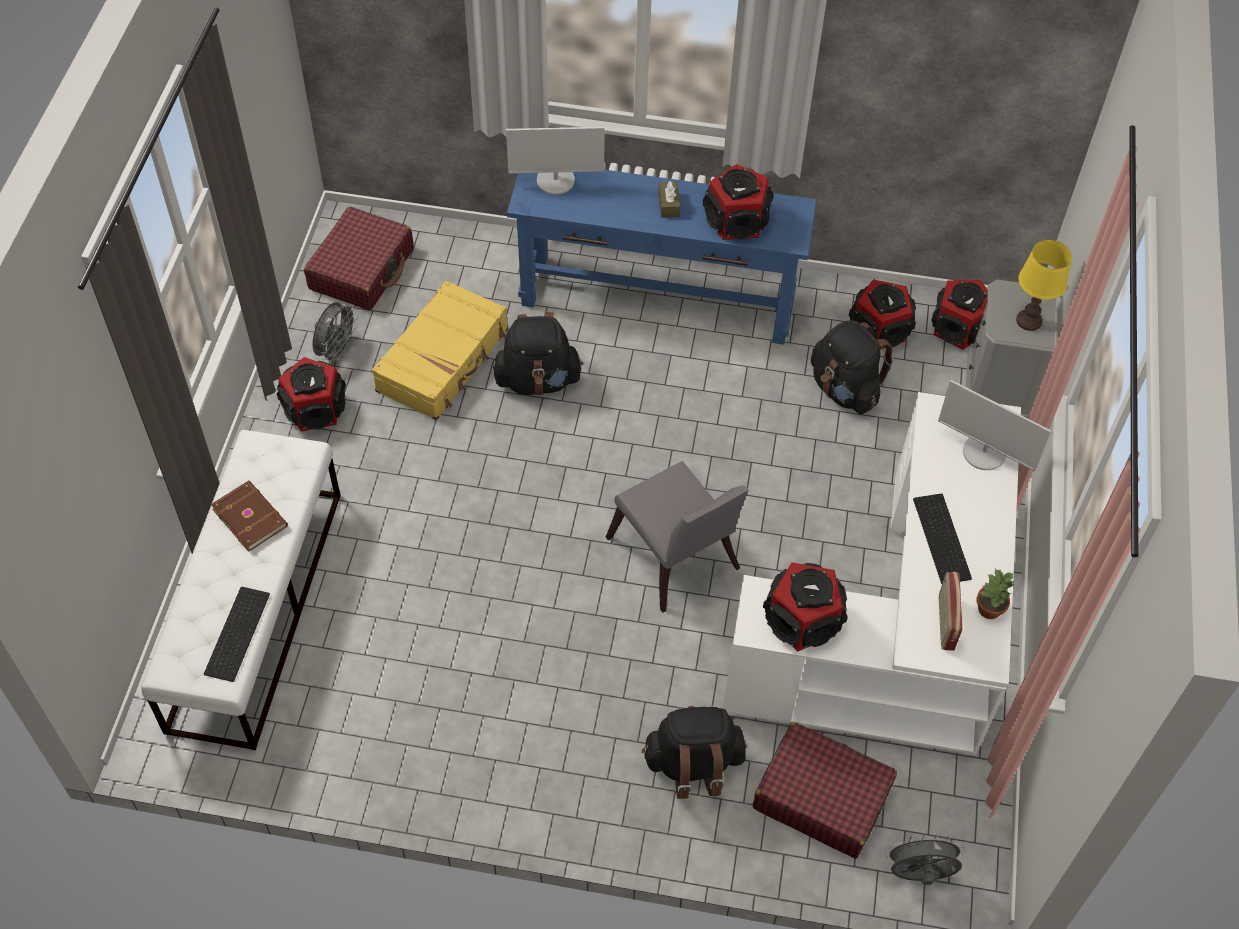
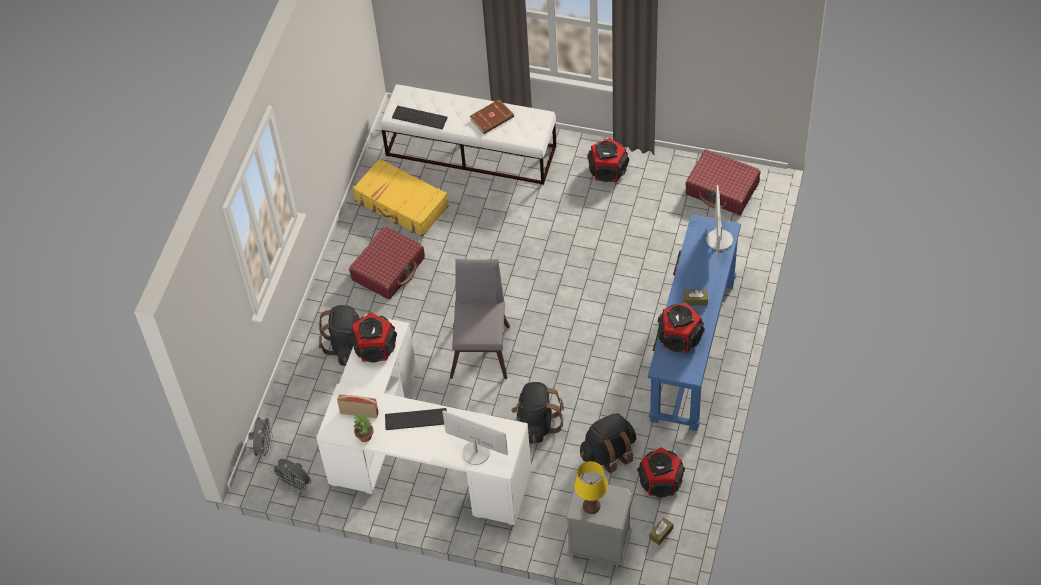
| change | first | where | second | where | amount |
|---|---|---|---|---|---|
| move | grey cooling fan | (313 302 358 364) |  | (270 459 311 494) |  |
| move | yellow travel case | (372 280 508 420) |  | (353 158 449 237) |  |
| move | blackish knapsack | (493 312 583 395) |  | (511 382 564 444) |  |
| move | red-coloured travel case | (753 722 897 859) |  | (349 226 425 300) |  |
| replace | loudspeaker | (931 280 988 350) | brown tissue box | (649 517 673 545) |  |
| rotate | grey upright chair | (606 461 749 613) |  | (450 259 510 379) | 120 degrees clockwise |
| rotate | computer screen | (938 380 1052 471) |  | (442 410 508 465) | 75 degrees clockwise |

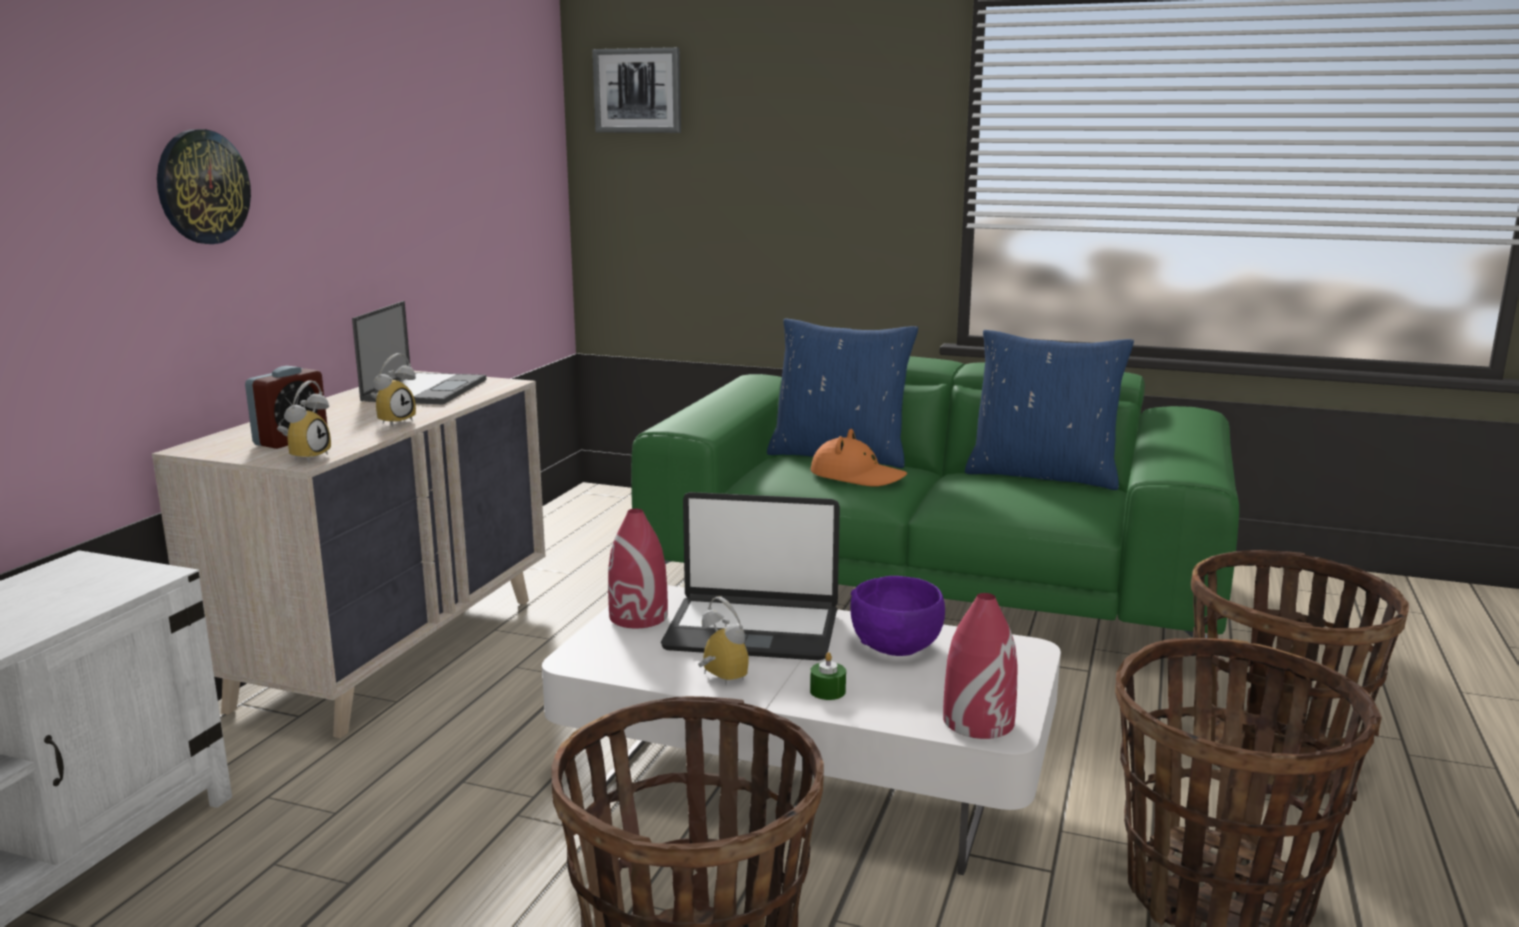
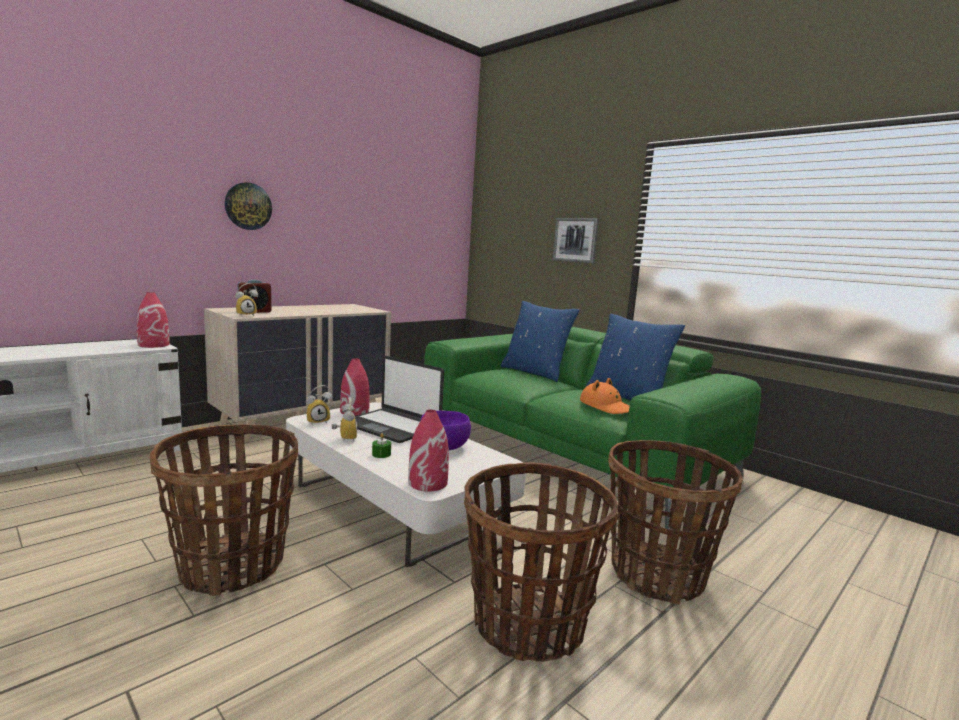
| change | first | where | second | where | amount |
|---|---|---|---|---|---|
| delete | portable computer | (352 301 486 405) |  |  |  |
| insert |  |  | red-coloured decorative vase | (137 292 170 348) |  |
| move | bedside clock | (370 353 416 427) |  | (306 385 333 424) |  |
| move | wall picture | (592 47 681 133) |  | (552 218 599 263) |  |
| move | orange clothing hat | (811 429 907 486) |  | (580 378 630 414) |  |

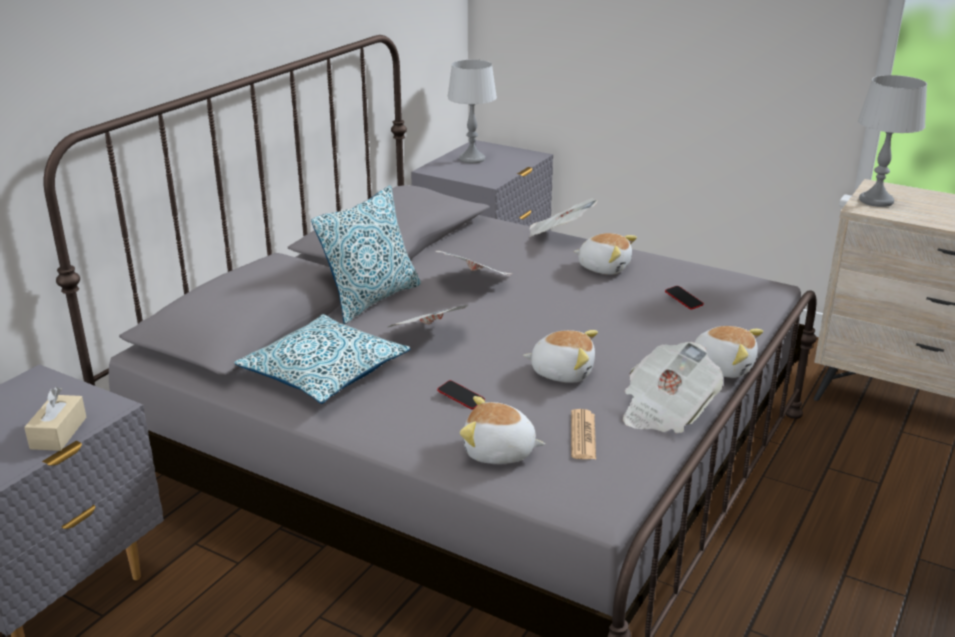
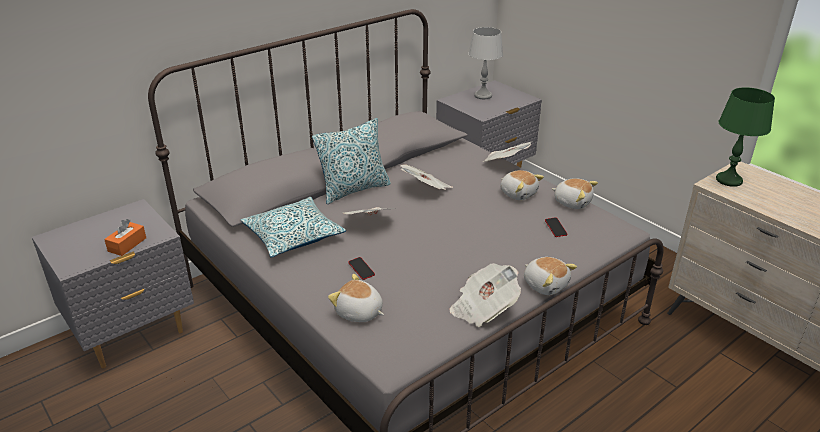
| change | first | where | second | where | amount |
|---|---|---|---|---|---|
| delete | newspaper | (571 409 596 459) |  |  |  |
| move | plush toy | (523 330 598 383) |  | (552 178 598 209) |  |
| recolor | beige tissue box | (24 387 86 451) | orange tissue box | (104 219 146 256) |  |
| recolor | grey lamp for a table | (858 75 927 207) | green-coloured lamp for a table | (716 87 775 187) |  |

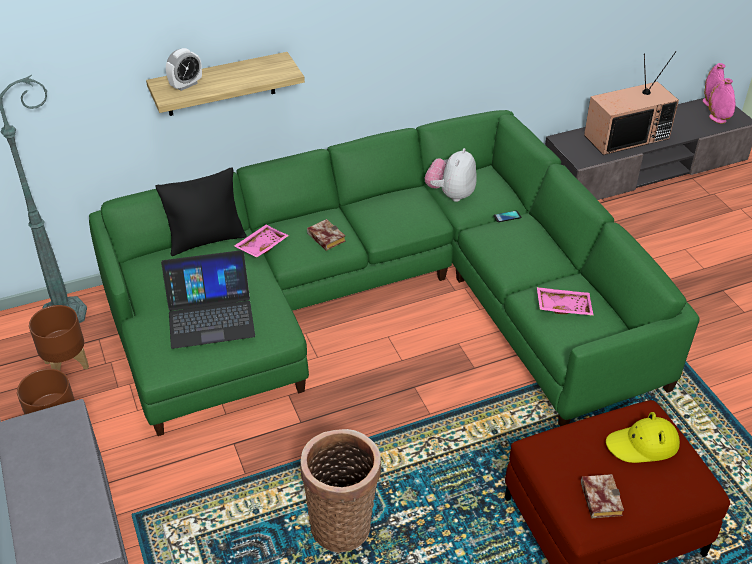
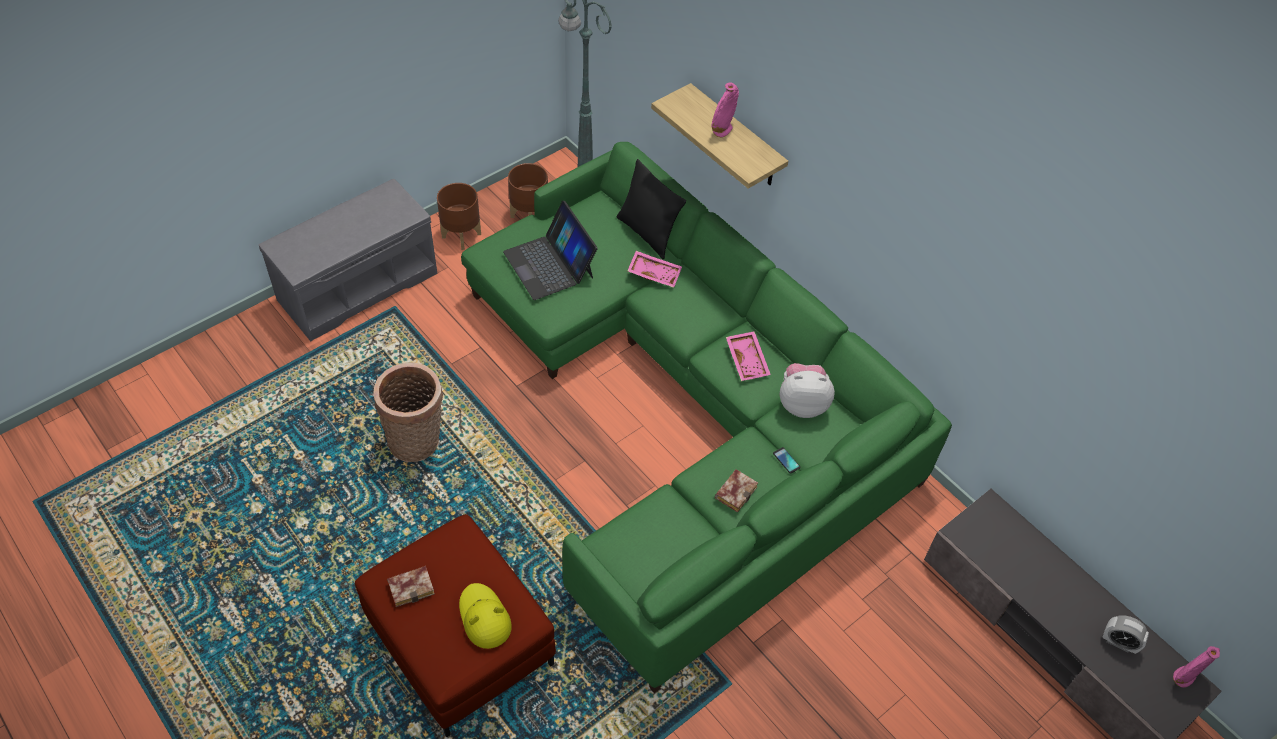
| change | first | where | second | where | amount |
|---|---|---|---|---|---|
| delete | TV set | (584 51 679 155) |  |  |  |
| move | bedside clock | (166 48 202 91) |  | (1102 615 1149 654) |  |
| move | volume | (307 219 346 251) |  | (715 469 758 513) |  |
| move | pinkish carrying tray | (537 287 594 316) |  | (726 331 771 381) |  |
| move | pinkish decorative vase | (709 78 736 124) |  | (712 83 739 137) |  |

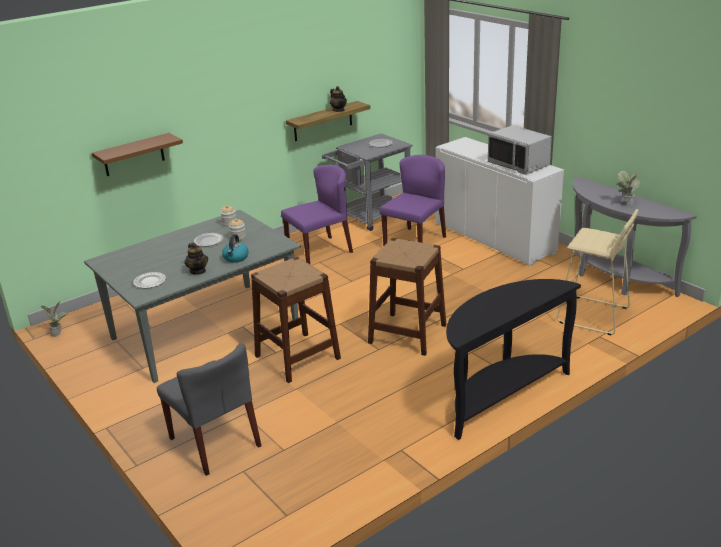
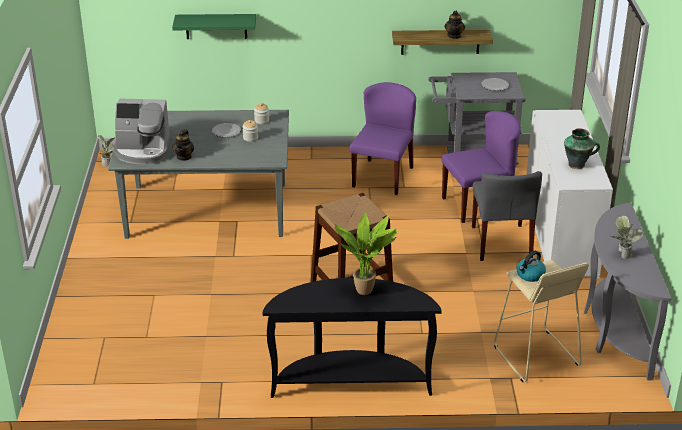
| change | first | where | second | where | amount |
|---|---|---|---|---|---|
| delete | brown stool seat | (251 257 341 383) |  |  |  |
| insert |  |  | houseplant | (334 213 398 295) |  |
| move | grey upright chair | (157 343 262 476) |  | (472 171 542 261) |  |
| move | tea kettle | (222 234 249 263) |  | (516 251 546 282) |  |
| replace | flat dish | (133 272 166 288) | coffee brewer | (113 99 172 164) |  |
| replace | grey microwave | (488 125 552 175) | decorative vase | (564 128 600 169) |  |
| recolor | brown wall shelf | (92 133 183 176) | green-coloured wall shelf | (172 14 256 39) |  |
| rotate | purple upright chair | (281 165 353 264) |  | (350 82 416 195) | 75 degrees counterclockwise |

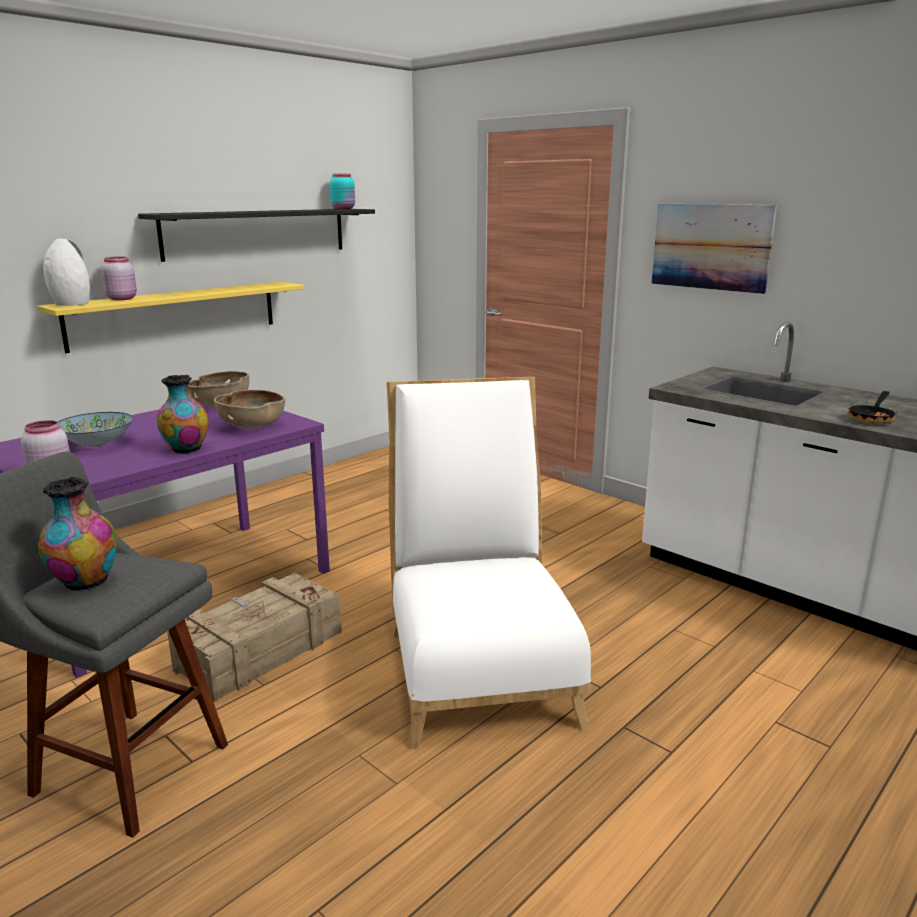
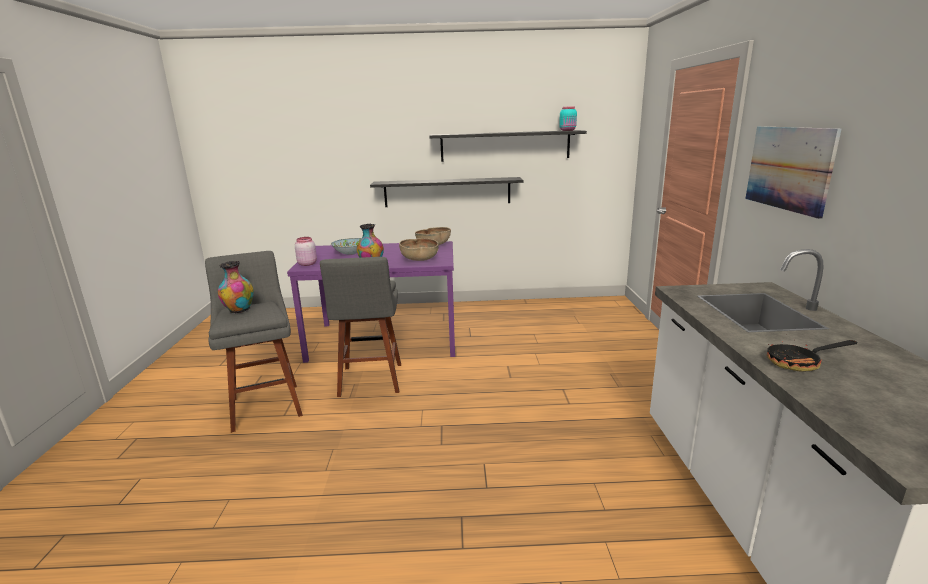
| change | first | where | second | where | amount |
|---|---|---|---|---|---|
| delete | white-coloured decorative vase | (43 238 90 306) |  |  |  |
| delete | pinkish preserve jar | (101 257 137 300) |  |  |  |
| delete | white-coloured upright chair | (387 376 591 749) |  |  |  |
| replace | packing crate | (167 573 342 702) | grey stool seat | (320 257 401 397) |  |
| recolor | yellow wall shelf | (37 282 305 353) | blackish wall shelf | (370 177 523 207) |  |

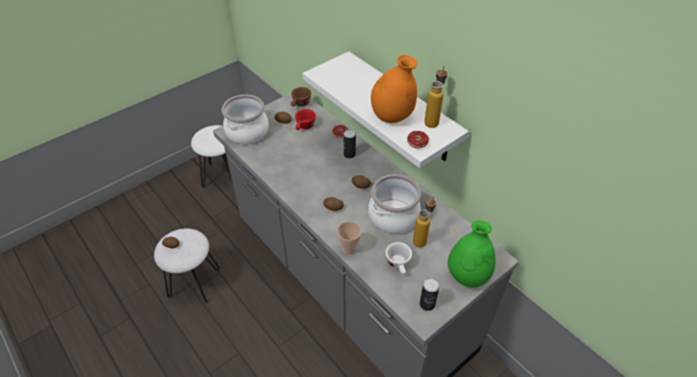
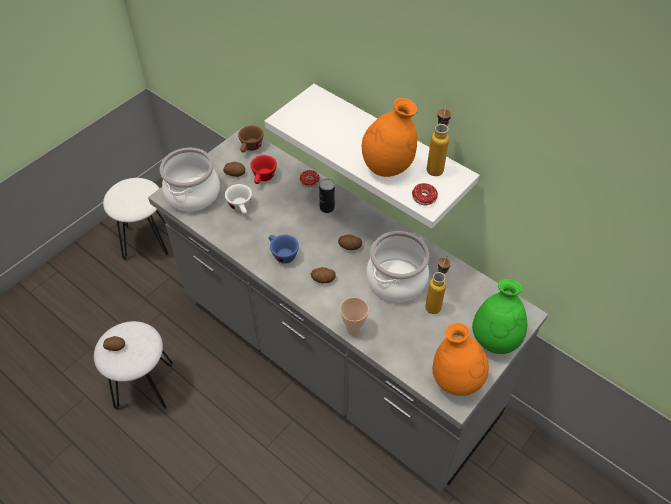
| change | first | where | second | where | amount |
|---|---|---|---|---|---|
| insert |  |  | blue small cup | (268 235 299 263) |  |
| move | white-coloured small cup | (385 242 412 275) |  | (225 184 252 214) |  |
| replace | can | (420 278 440 311) | orange decorative vase | (433 323 489 396) |  |

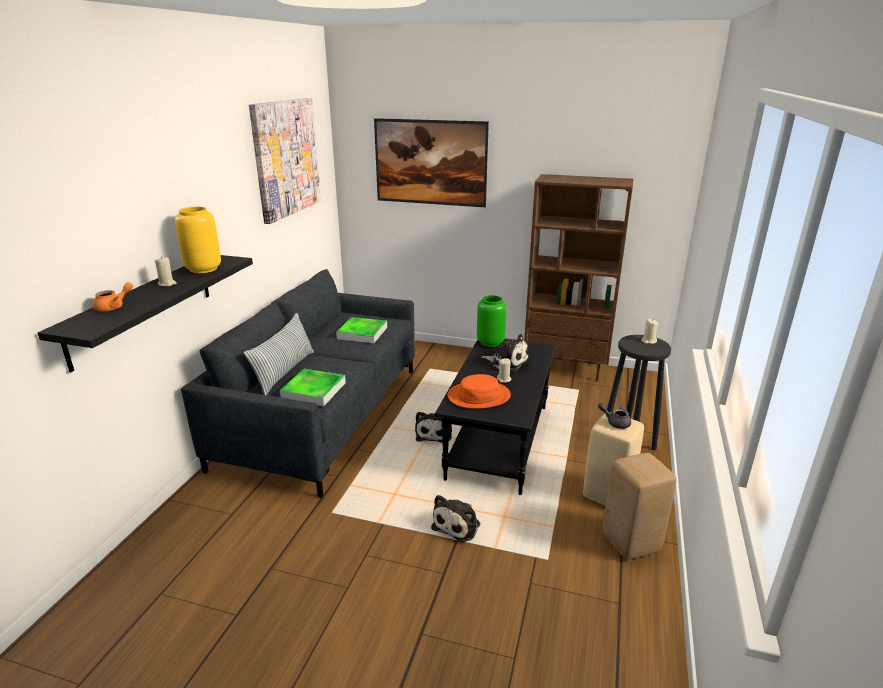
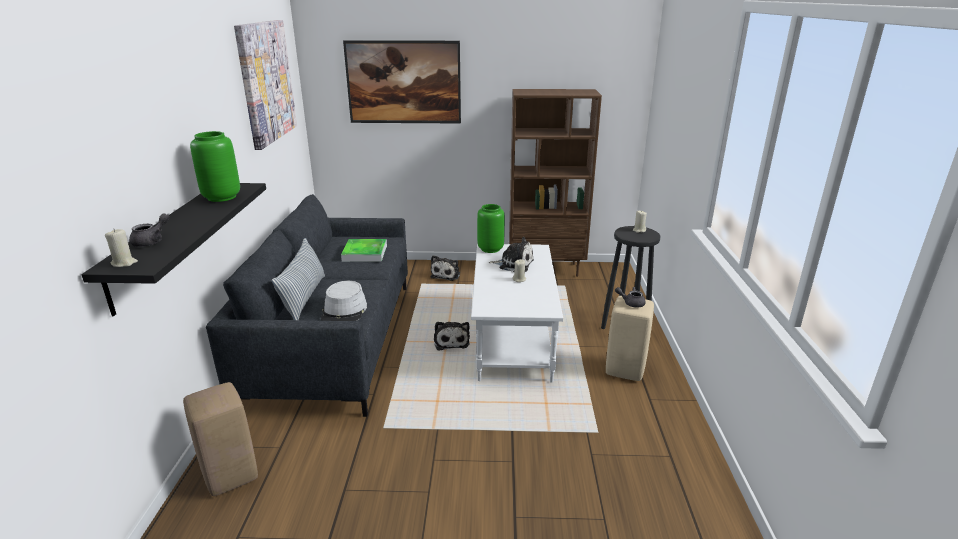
| change | first | where | second | where | amount |
|---|---|---|---|---|---|
| delete | orange clothing hat | (447 374 511 409) |  |  |  |
| move | beige wax light | (155 256 177 286) |  | (105 229 138 267) |  |
| move | plush toy | (431 495 480 542) |  | (431 255 460 281) |  |
| move | beige stool seat | (602 453 676 560) |  | (183 382 258 496) |  |
| replace | carrying tray | (280 369 346 406) | grey clothing hat | (321 281 367 321) |  |
| recolor | orange pot for tea | (93 282 133 312) | grey pot for tea | (129 213 169 247) |  |
| recolor | yellow decorative vase | (175 206 221 273) | green-coloured decorative vase | (190 131 240 202) |  |
| recolor | blackish lounge table | (435 338 555 495) | white-coloured lounge table | (471 244 563 383) |  |

